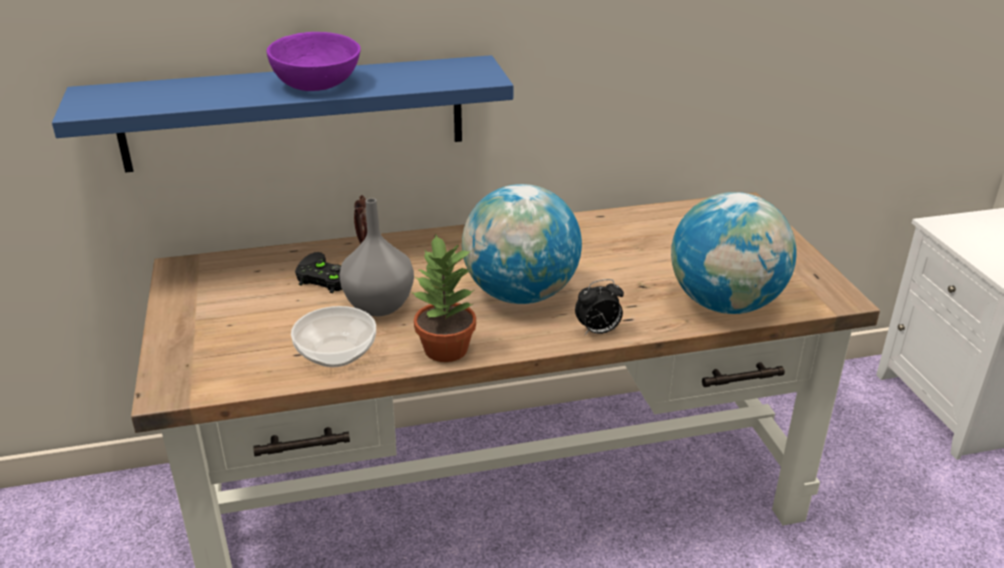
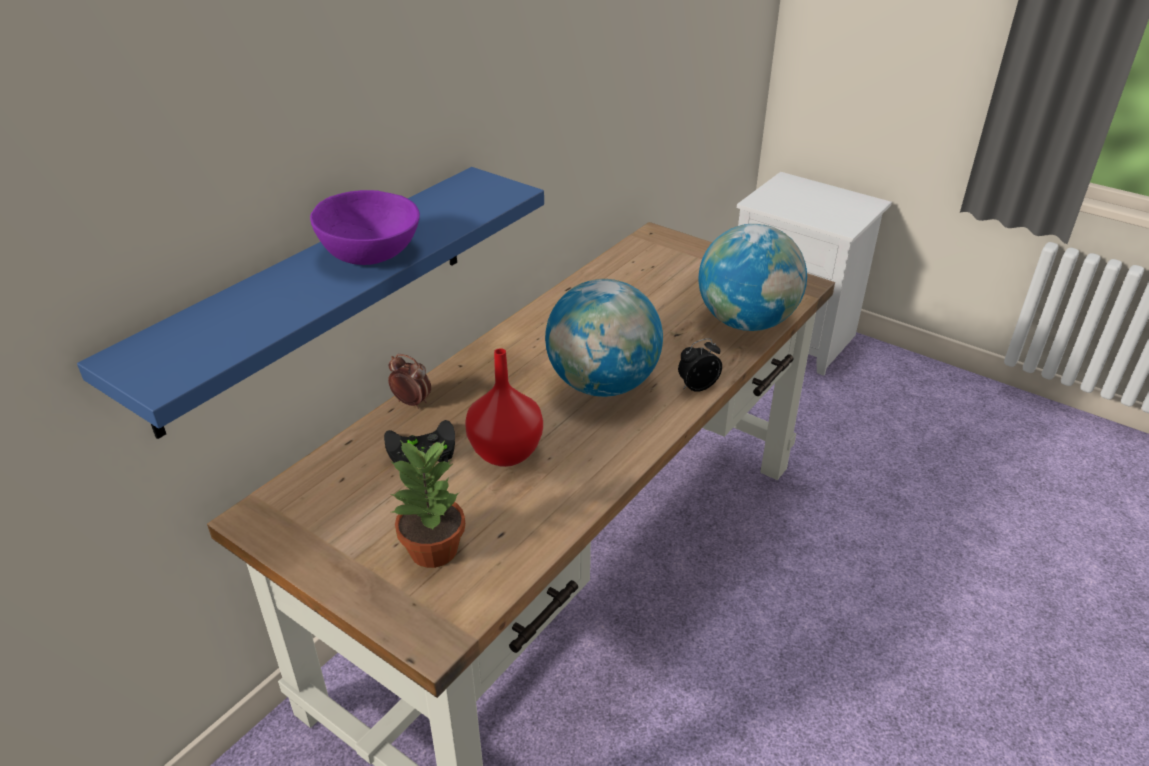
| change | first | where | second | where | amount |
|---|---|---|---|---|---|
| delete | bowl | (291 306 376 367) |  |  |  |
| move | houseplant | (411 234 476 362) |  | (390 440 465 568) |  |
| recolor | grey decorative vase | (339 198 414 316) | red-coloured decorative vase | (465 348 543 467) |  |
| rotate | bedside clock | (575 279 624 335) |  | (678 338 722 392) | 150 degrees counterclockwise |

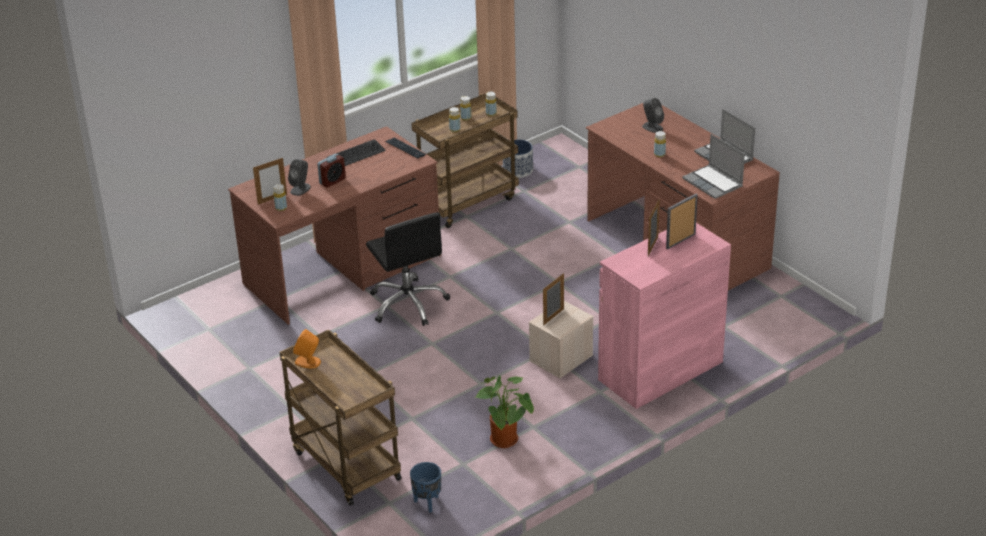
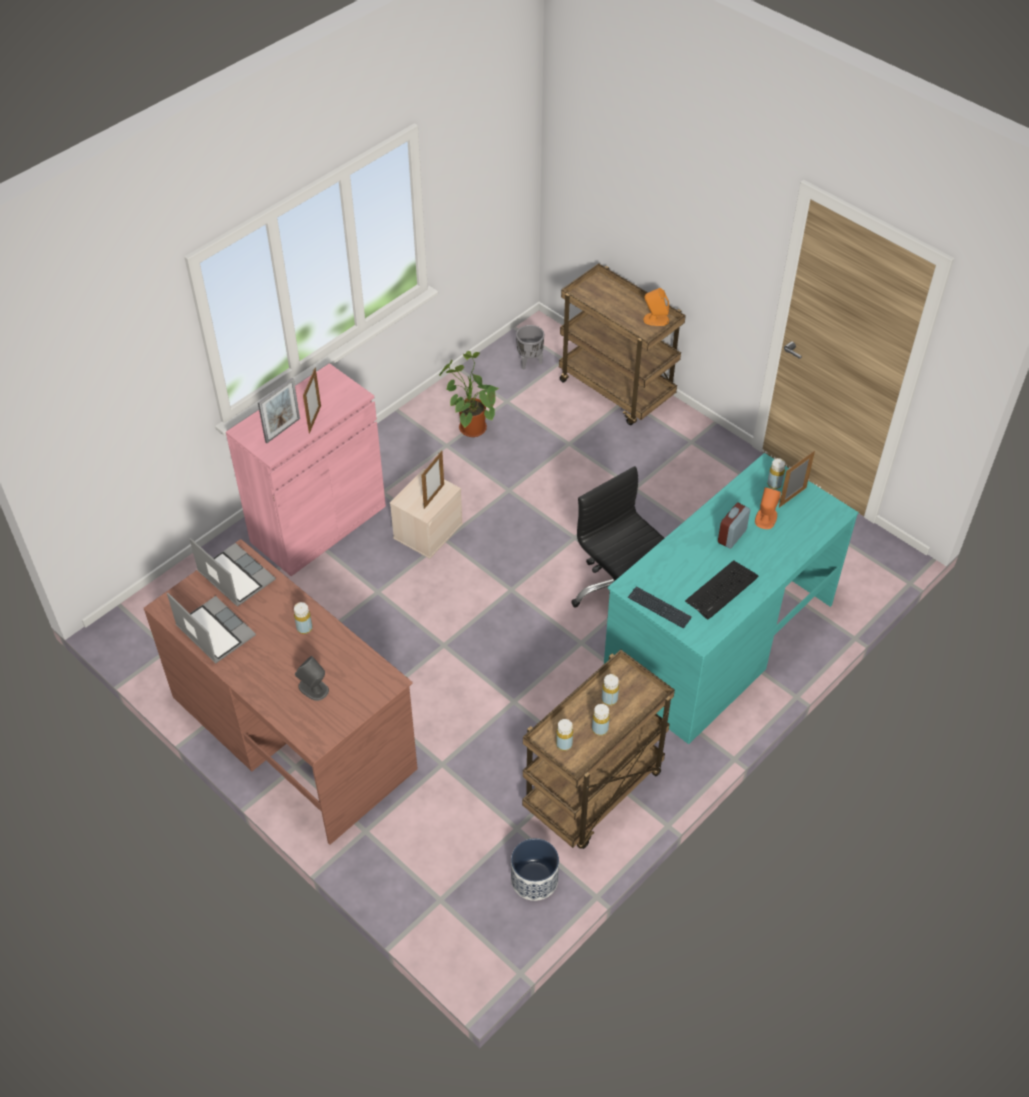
| change | first | where | second | where | amount |
|---|---|---|---|---|---|
| recolor | brown desk unit | (228 126 441 325) | turquoise desk unit | (604 453 859 744) |  |
| recolor | grey loudspeaker | (288 159 311 196) | orange loudspeaker | (755 487 781 529) |  |
| recolor | blue flower pot | (410 462 441 513) | grey flower pot | (516 325 544 369) |  |

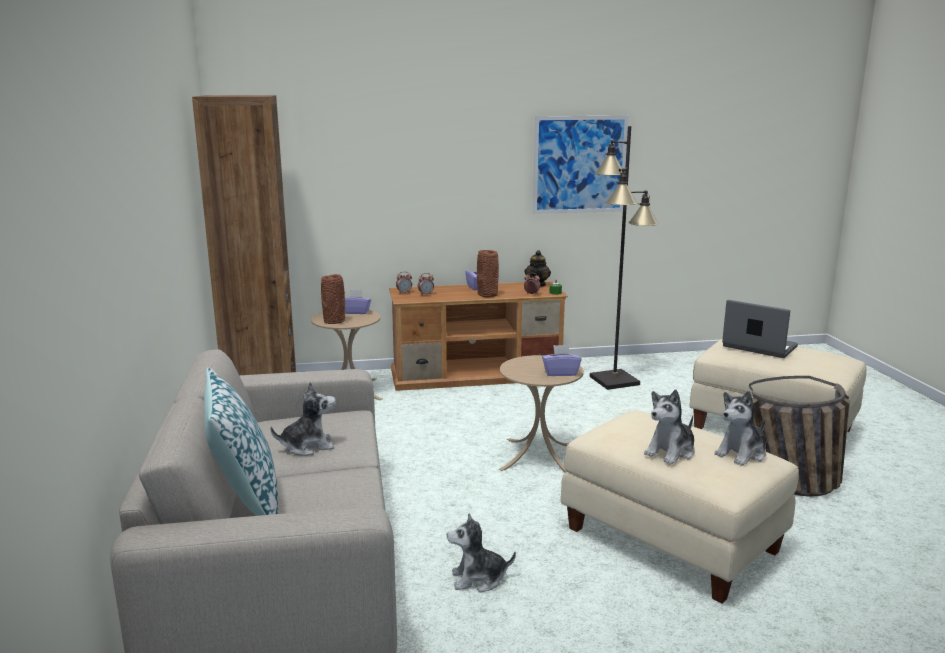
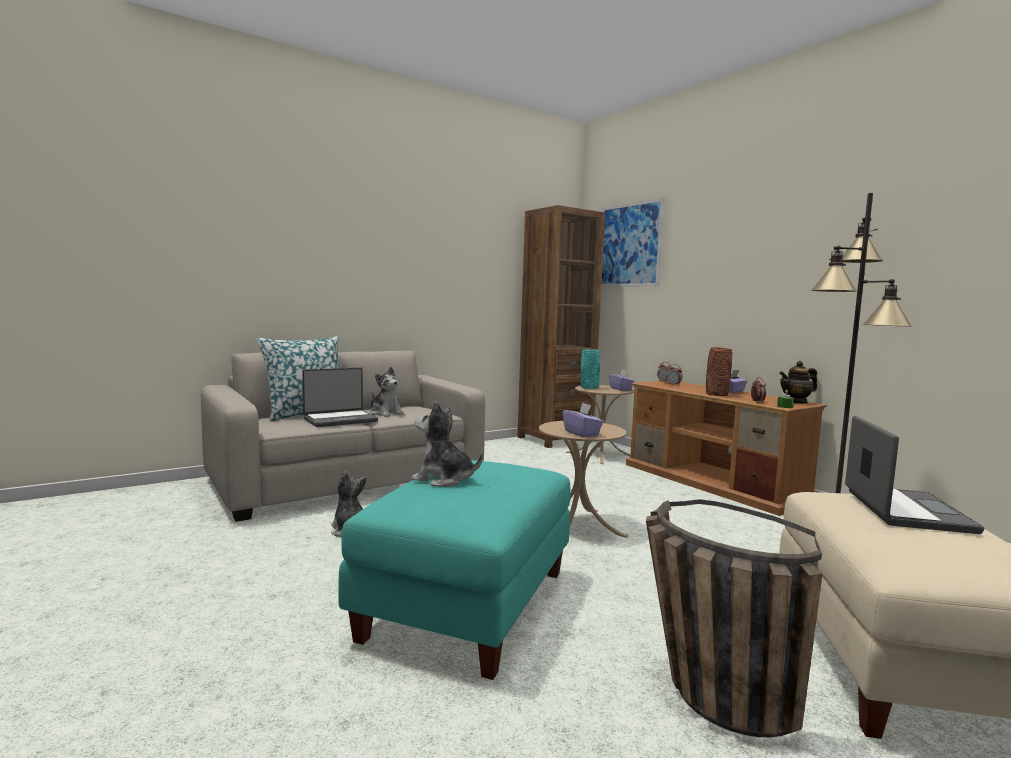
| change | first | where | second | where | amount |
|---|---|---|---|---|---|
| delete | plush toy | (714 391 766 466) |  |  |  |
| insert |  |  | portable computer | (302 367 378 427) |  |
| move | wall picture | (533 116 629 214) |  | (601 197 665 287) |  |
| recolor | brown decorative vase | (321 274 345 324) | turquoise decorative vase | (581 349 600 389) |  |
| recolor | beige ottoman | (561 411 799 604) | turquoise ottoman | (338 460 570 680) |  |

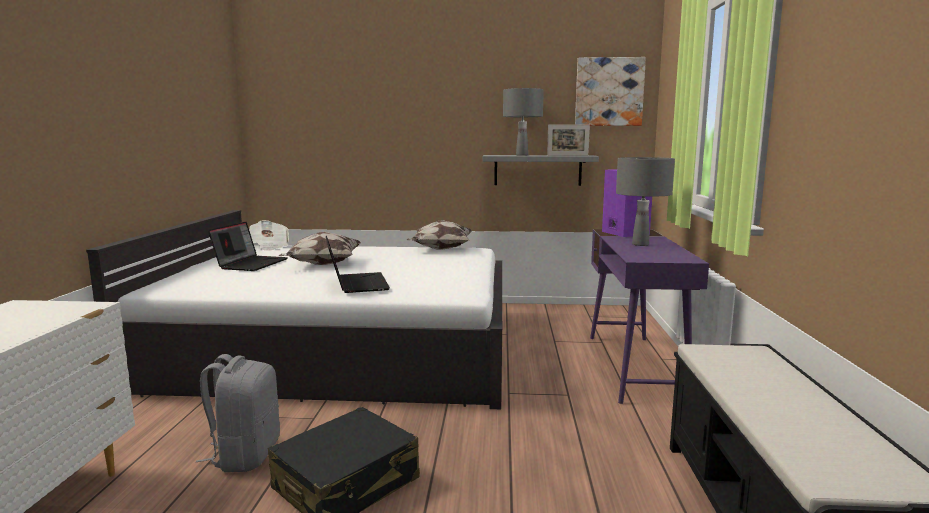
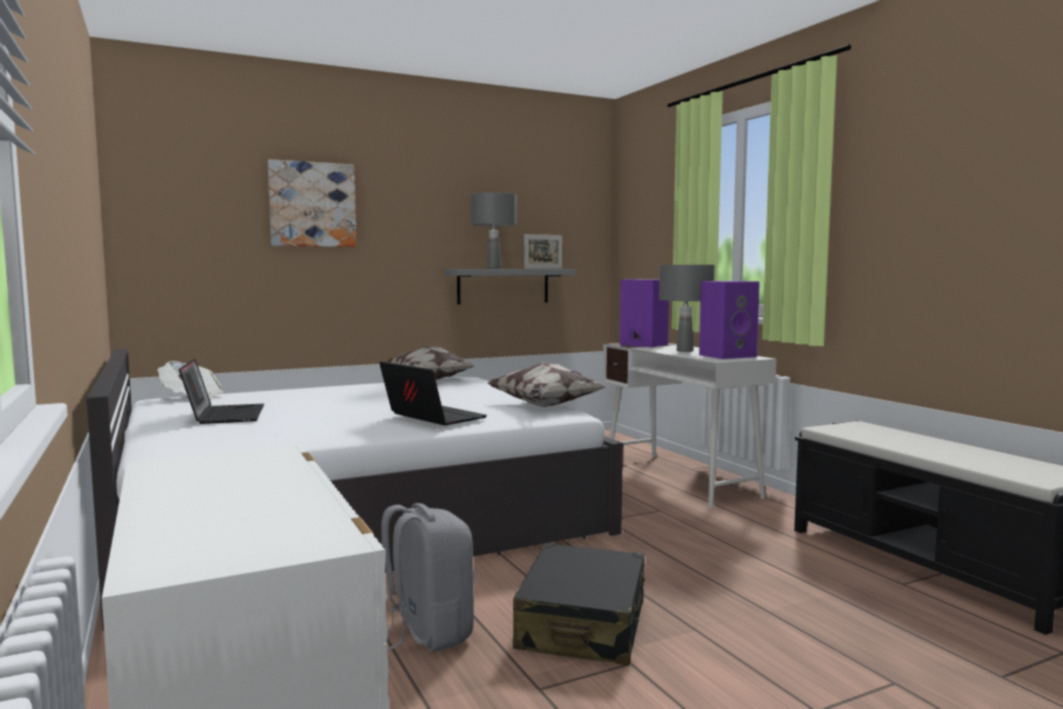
| change | first | where | second | where | amount |
|---|---|---|---|---|---|
| insert |  |  | purple loudspeaker | (699 281 760 359) |  |
| move | cushion | (278 231 361 265) |  | (488 362 606 407) |  |
| move | wall picture | (575 57 646 126) |  | (268 159 356 247) |  |
| recolor | purple desk unit | (590 229 709 404) | white-coloured desk unit | (603 343 776 508) |  |

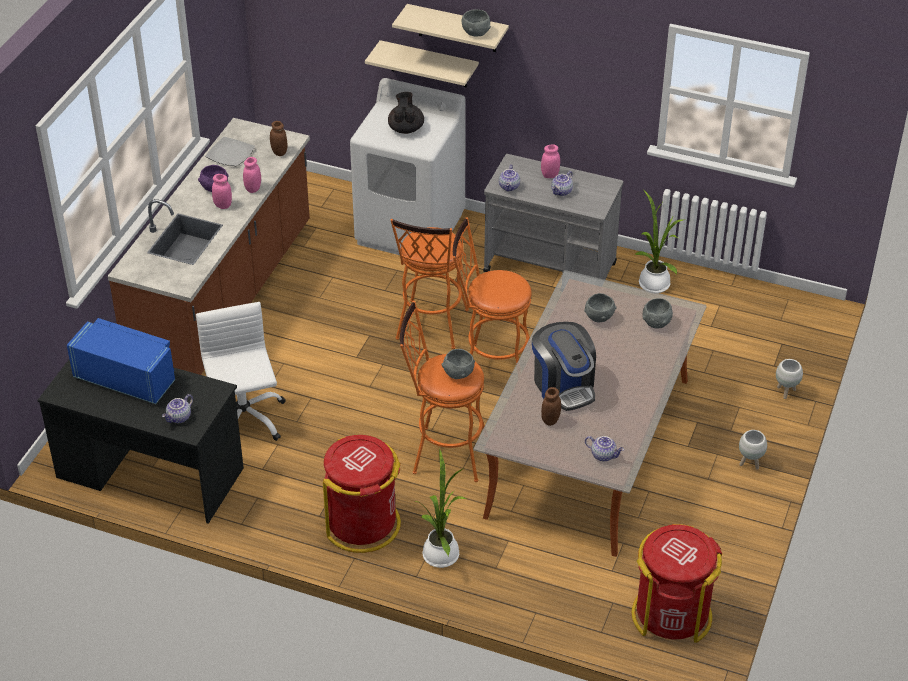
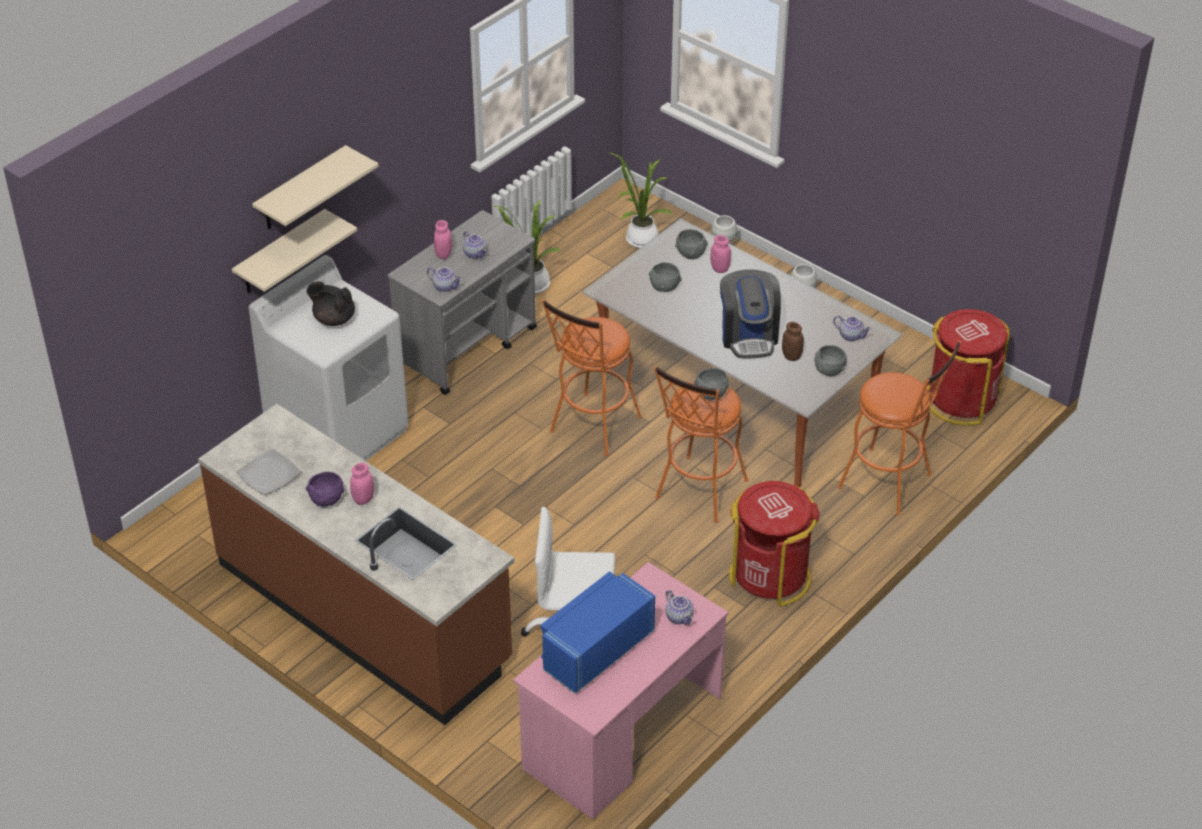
| change | first | where | second | where | amount |
|---|---|---|---|---|---|
| delete | brown preserve jar | (270 121 288 156) |  |  |  |
| move | pinkish preserve jar | (243 157 261 193) |  | (710 235 731 273) |  |
| move | orange stool seat | (391 219 469 349) |  | (838 341 961 515) |  |
| move | houseplant | (415 449 466 568) |  | (608 152 672 248) |  |
| move | grey bowl | (461 9 491 37) |  | (815 345 847 376) |  |
| recolor | blackish desk unit | (38 359 244 524) | pinkish desk unit | (513 562 729 820) |  |
| rotate | coffee brewer | (532 322 596 411) |  | (720 270 781 358) | 90 degrees clockwise |
| rotate | pot for tea | (585 436 624 461) |  | (833 315 871 341) | 75 degrees clockwise |

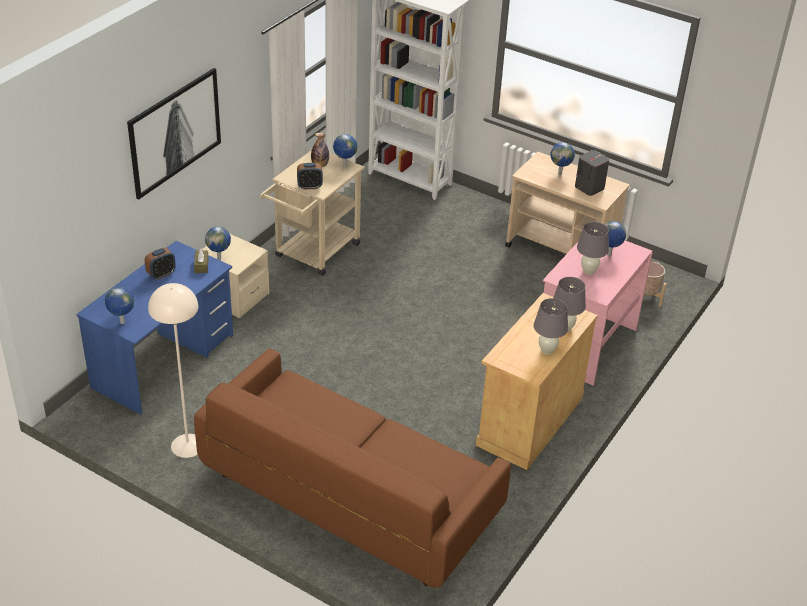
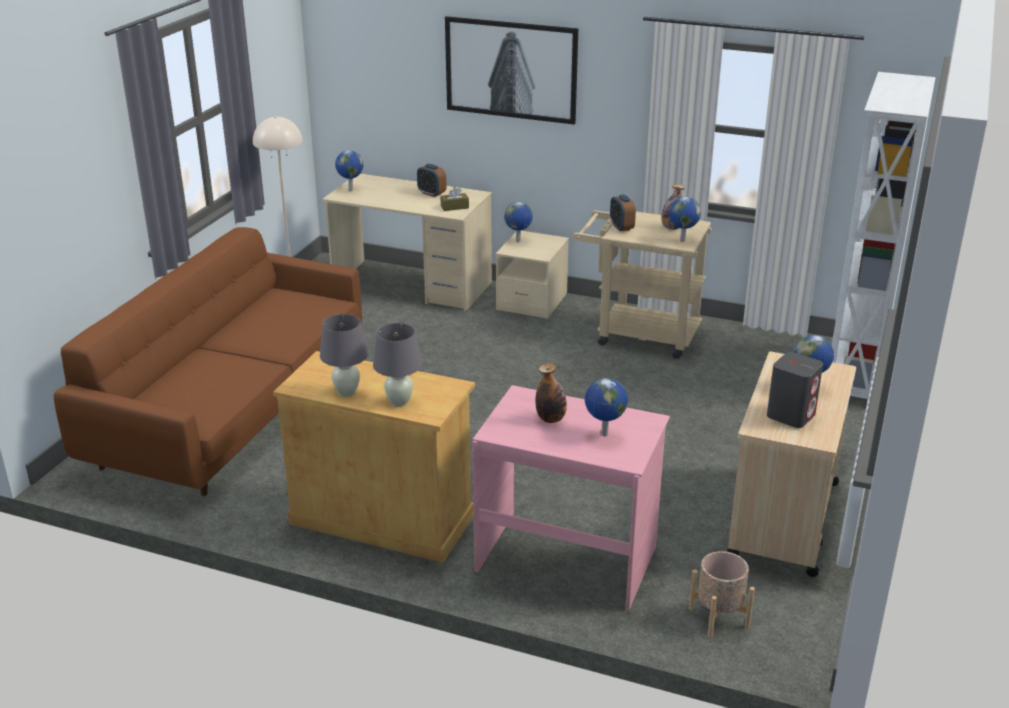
| change | first | where | second | where | amount |
|---|---|---|---|---|---|
| replace | grey lamp for a table | (577 222 609 275) | drink bottle | (536 363 567 423) |  |
| recolor | blue desk unit | (77 241 233 415) | beige desk unit | (322 174 492 311) |  |

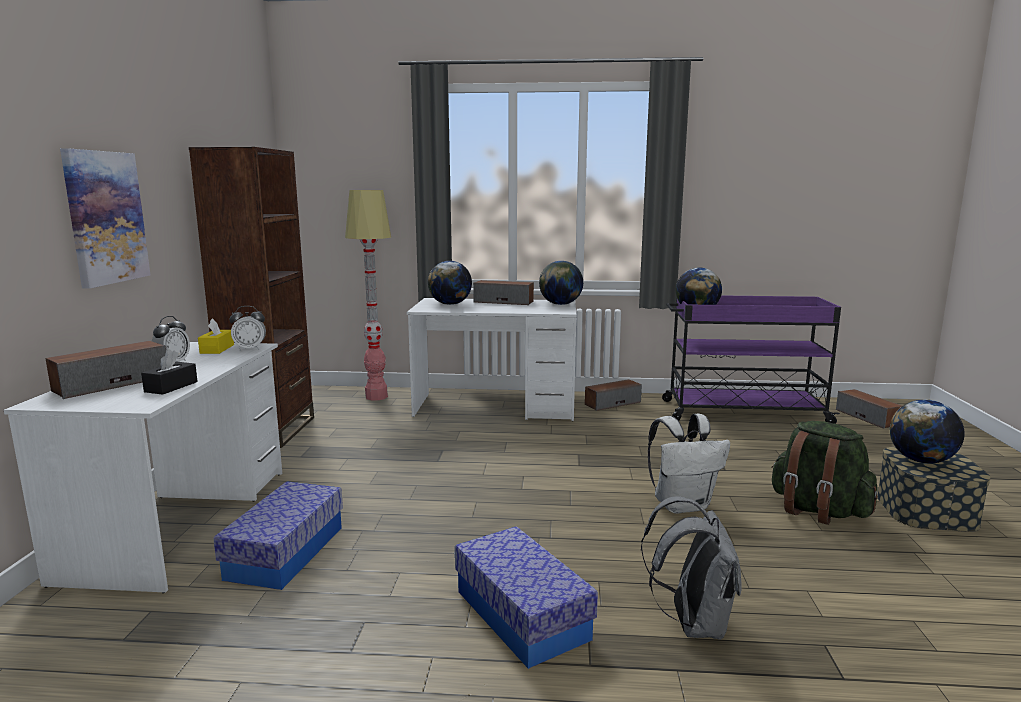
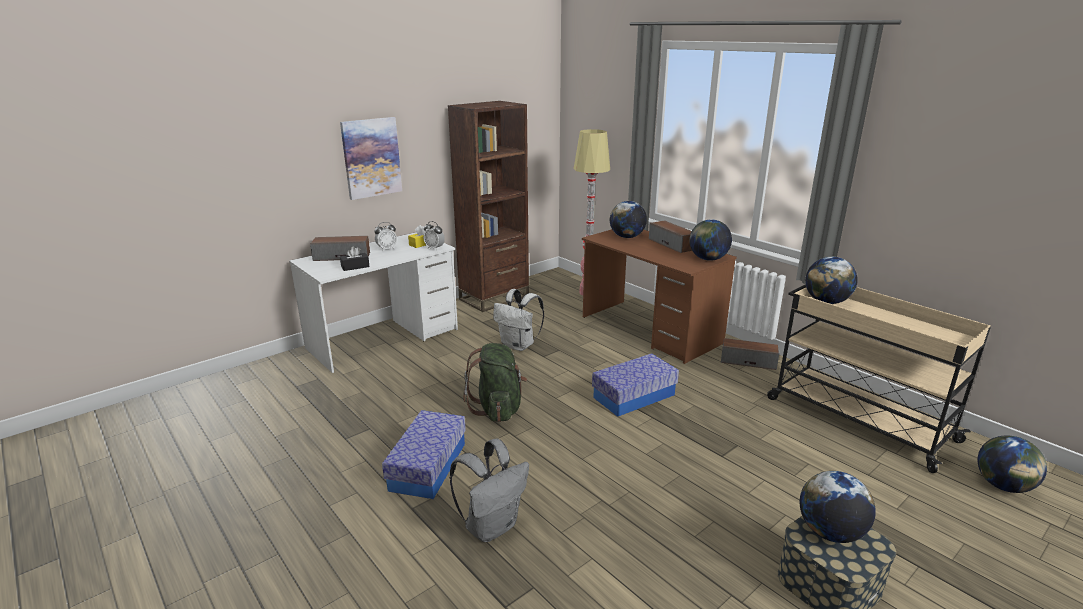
| change | first | where | second | where | amount |
|---|---|---|---|---|---|
| move | storage bin | (213 481 343 590) |  | (592 353 679 417) |  |
| move | white-coloured knapsack | (648 414 730 514) |  | (493 289 544 351) |  |
| move | green-coloured knapsack | (771 421 878 525) |  | (464 343 528 422) |  |
| replace | loudspeaker | (836 389 902 429) | world globe | (977 436 1047 493) |  |
| recolor | white-coloured desk unit | (407 298 577 421) | brown desk unit | (582 229 737 364) |  |
| recolor | purple trolley | (662 295 841 424) | beige trolley | (767 284 991 473) |  |

